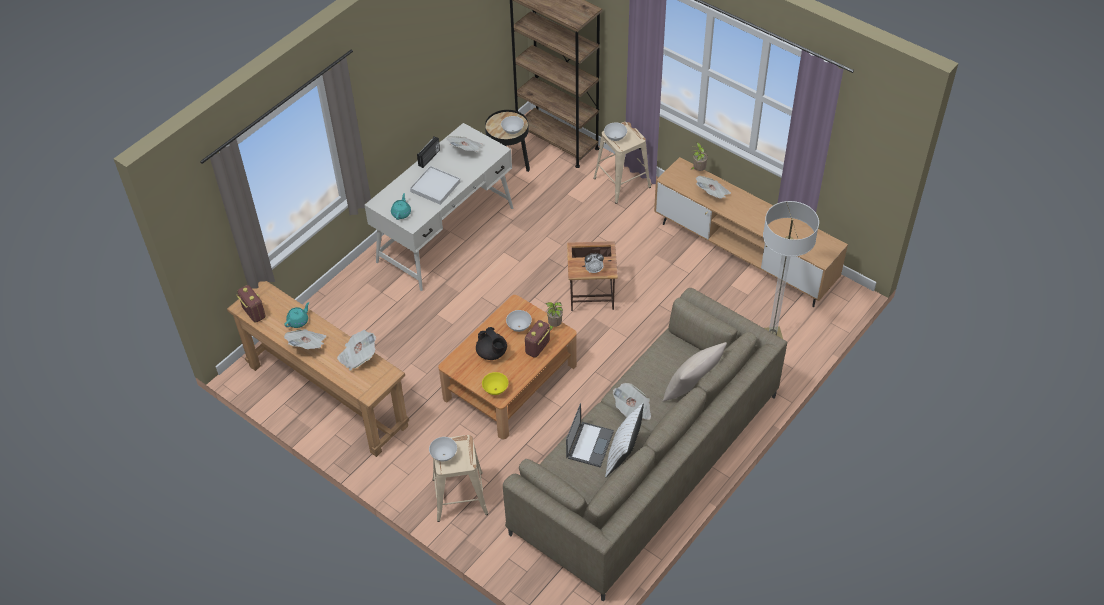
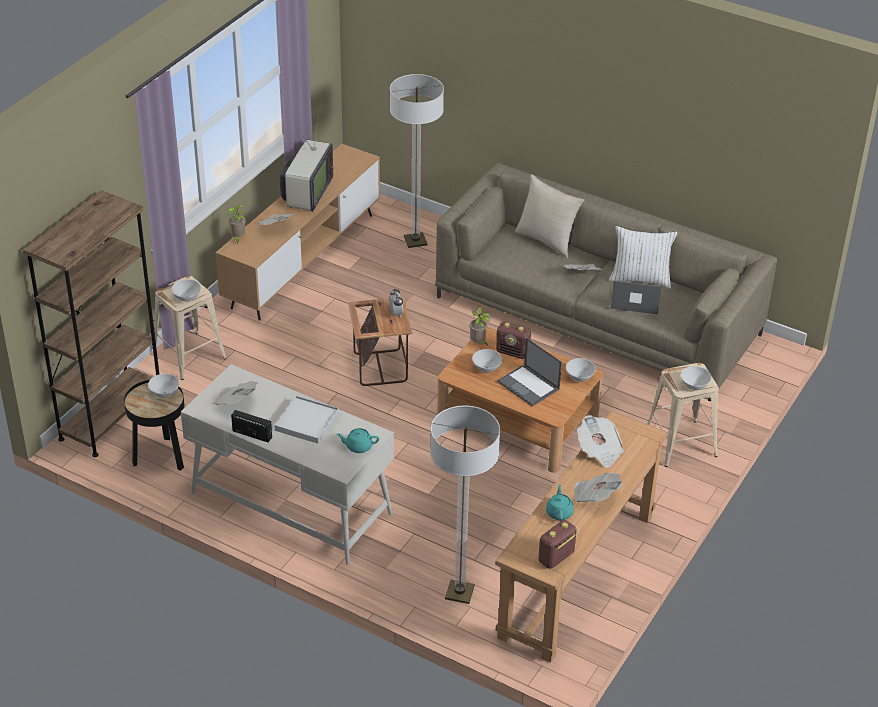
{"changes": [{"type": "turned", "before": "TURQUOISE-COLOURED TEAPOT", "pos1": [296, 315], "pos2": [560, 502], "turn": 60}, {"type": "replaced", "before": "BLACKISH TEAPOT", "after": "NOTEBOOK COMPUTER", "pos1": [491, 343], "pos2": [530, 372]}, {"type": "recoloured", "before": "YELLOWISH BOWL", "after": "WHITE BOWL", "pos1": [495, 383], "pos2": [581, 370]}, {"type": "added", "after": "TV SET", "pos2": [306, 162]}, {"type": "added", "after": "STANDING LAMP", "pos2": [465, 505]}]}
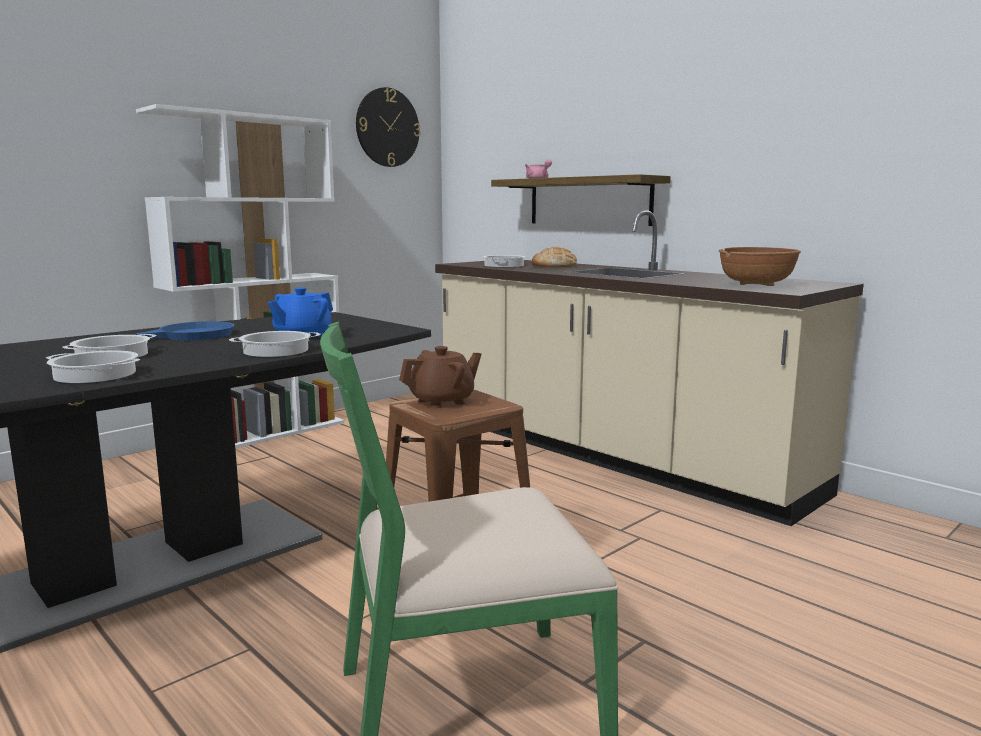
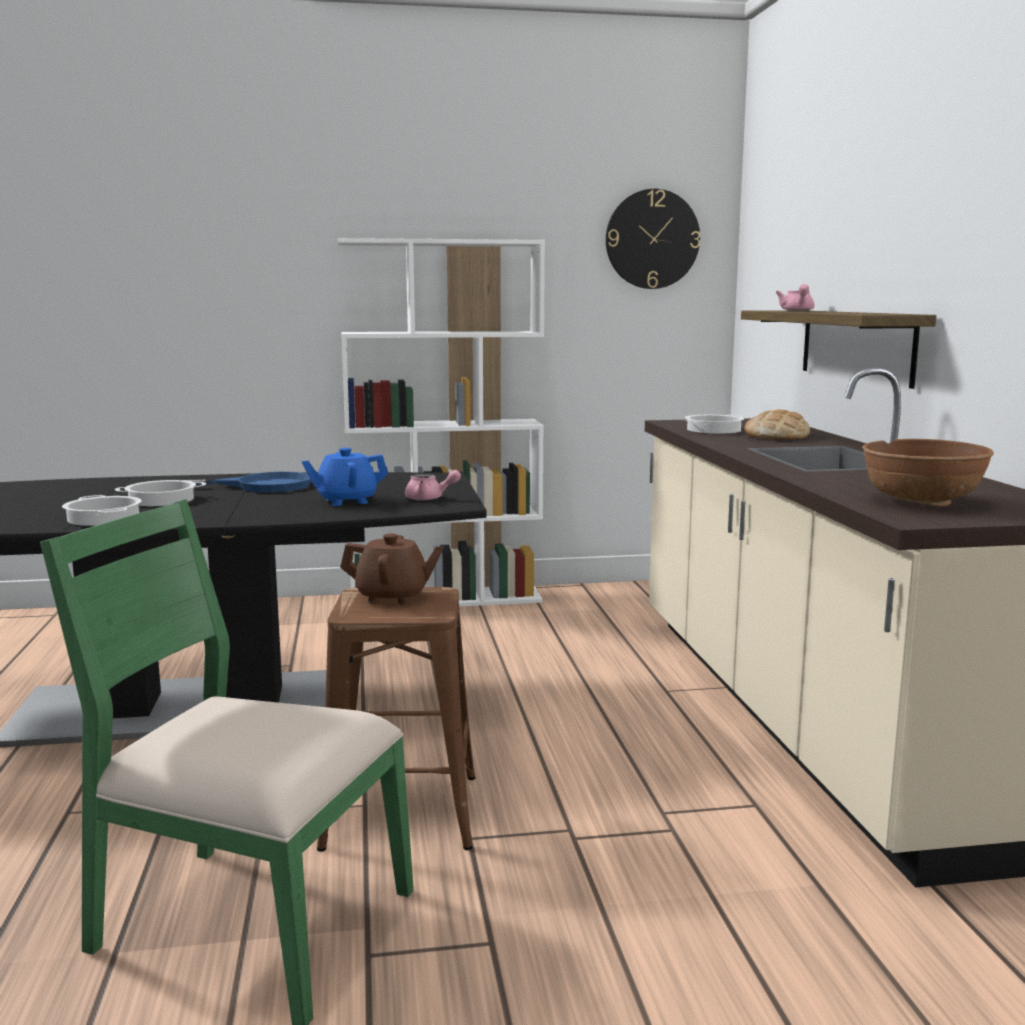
{"changes": [{"type": "removed", "before": "COOKING POT", "pos1": [275, 344]}, {"type": "added", "after": "PINK-COLOURED TEAPOT", "pos2": [433, 485]}]}
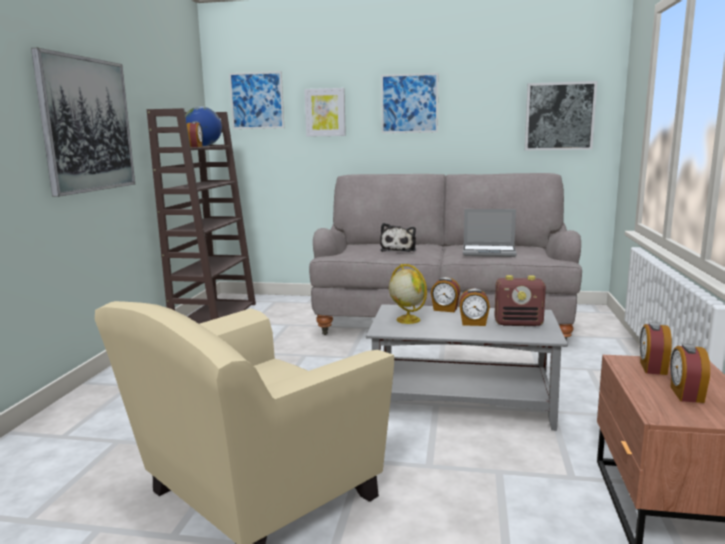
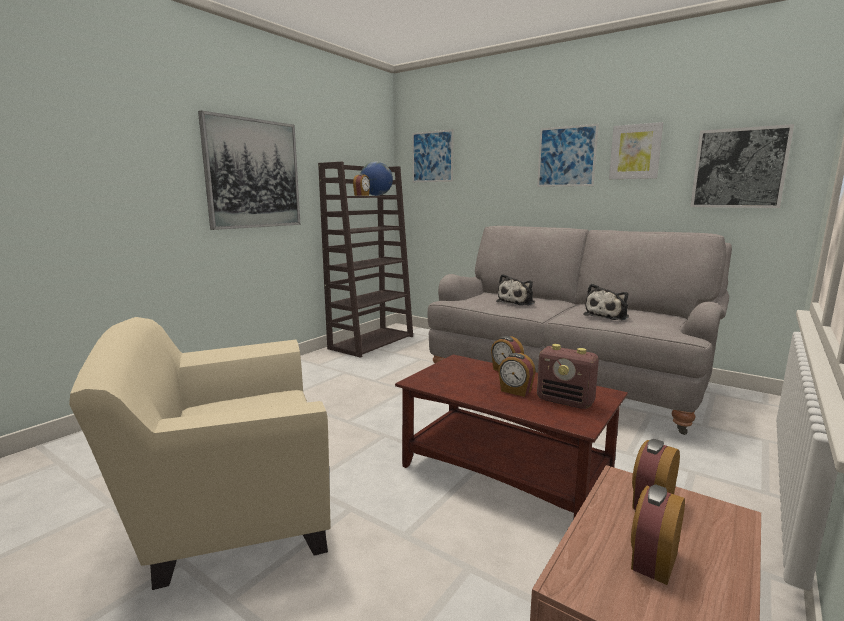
{"changes": [{"type": "moved", "before": "PICTURE", "pos1": [325, 112], "pos2": [636, 150]}, {"type": "replaced", "before": "NOTEBOOK COMPUTER", "after": "SOFT TOY", "pos1": [490, 233], "pos2": [606, 302]}, {"type": "removed", "before": "DESK GLOBE", "pos1": [408, 294]}, {"type": "recoloured", "before": "GREY LOW TABLE", "after": "BROWN-COLOURED LOW TABLE", "pos1": [467, 367], "pos2": [511, 436]}]}
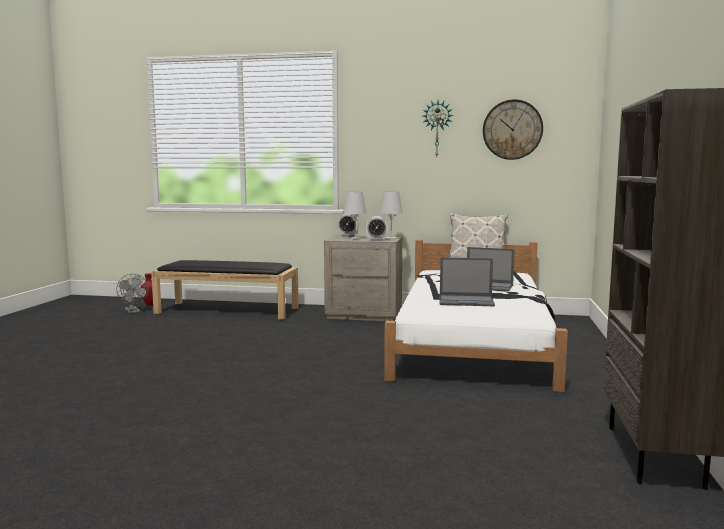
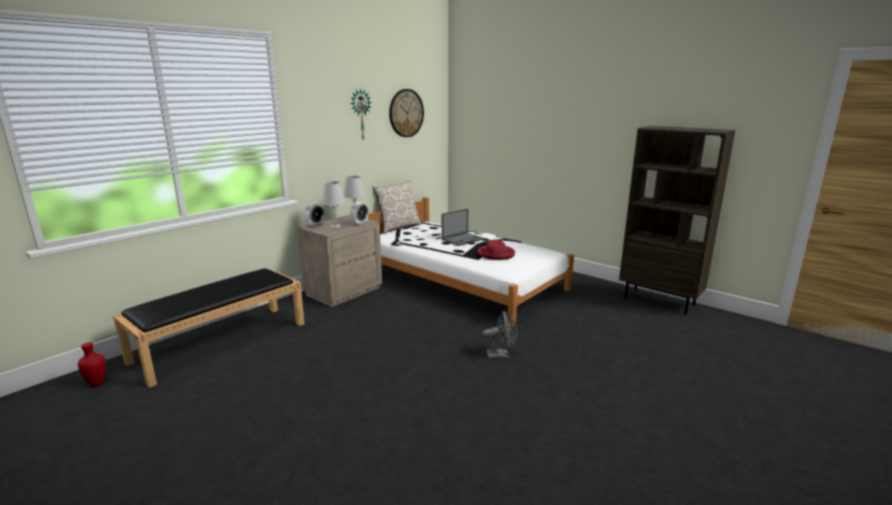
{"changes": [{"type": "replaced", "before": "NOTEBOOK COMPUTER", "after": "REDDISH WEARABLE HAT", "pos1": [467, 281], "pos2": [496, 250]}, {"type": "moved", "before": "GREY COOLING FAN", "pos1": [132, 293], "pos2": [500, 335]}]}
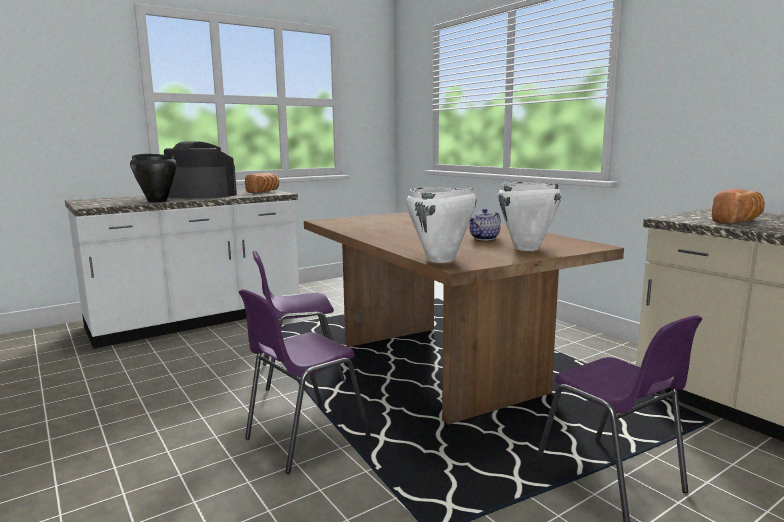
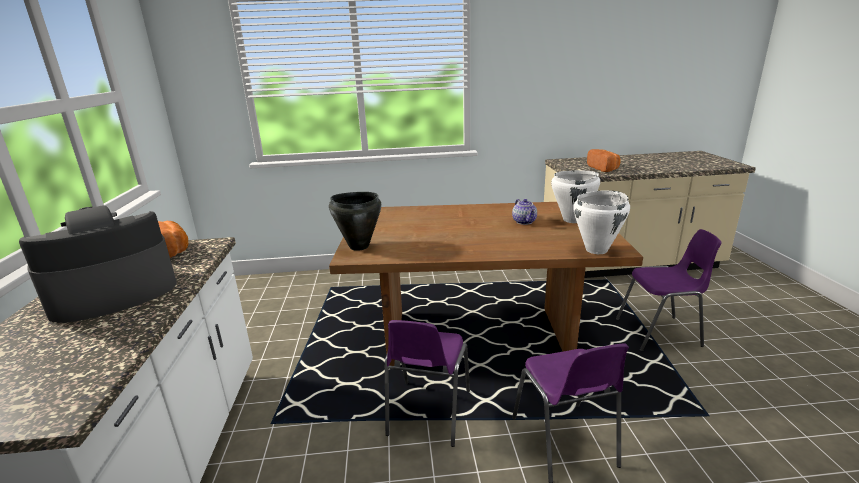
{"changes": [{"type": "moved", "before": "BLACKISH COOKING POT", "pos1": [153, 178], "pos2": [355, 221]}]}
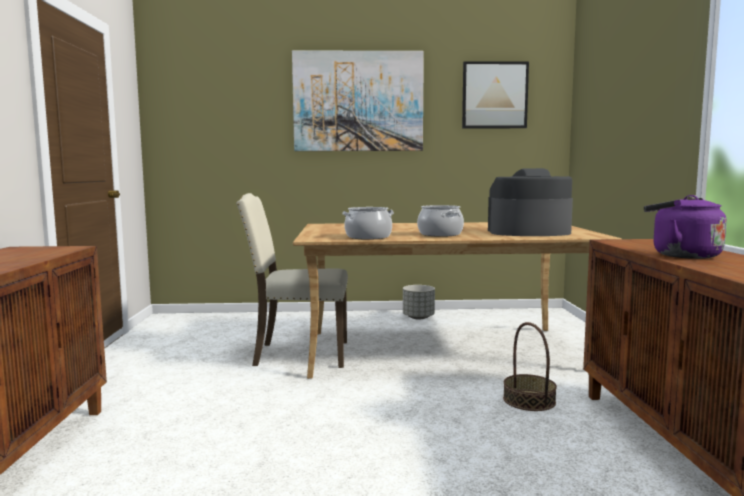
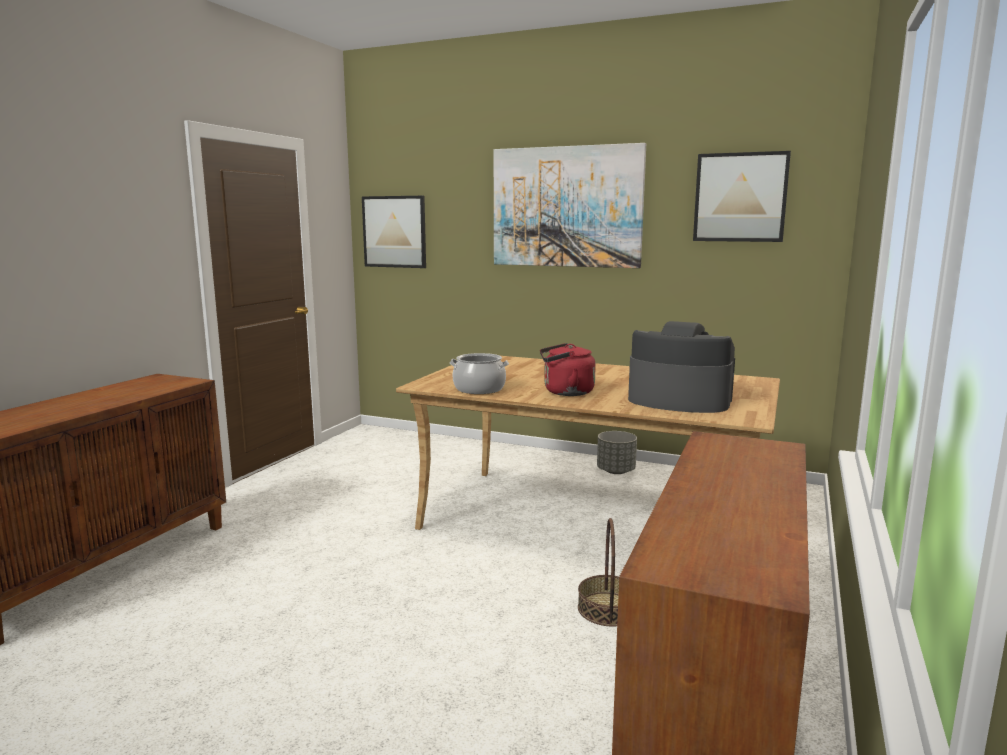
{"changes": [{"type": "removed", "before": "BEIGE-COLOURED UPRIGHT CHAIR", "pos1": [292, 280]}, {"type": "removed", "before": "PURPLE WATER KETTLE", "pos1": [685, 227]}, {"type": "replaced", "before": "COOKING POT", "after": "REDDISH WATER KETTLE", "pos1": [440, 221], "pos2": [568, 369]}, {"type": "added", "after": "PICTURE", "pos2": [394, 232]}]}
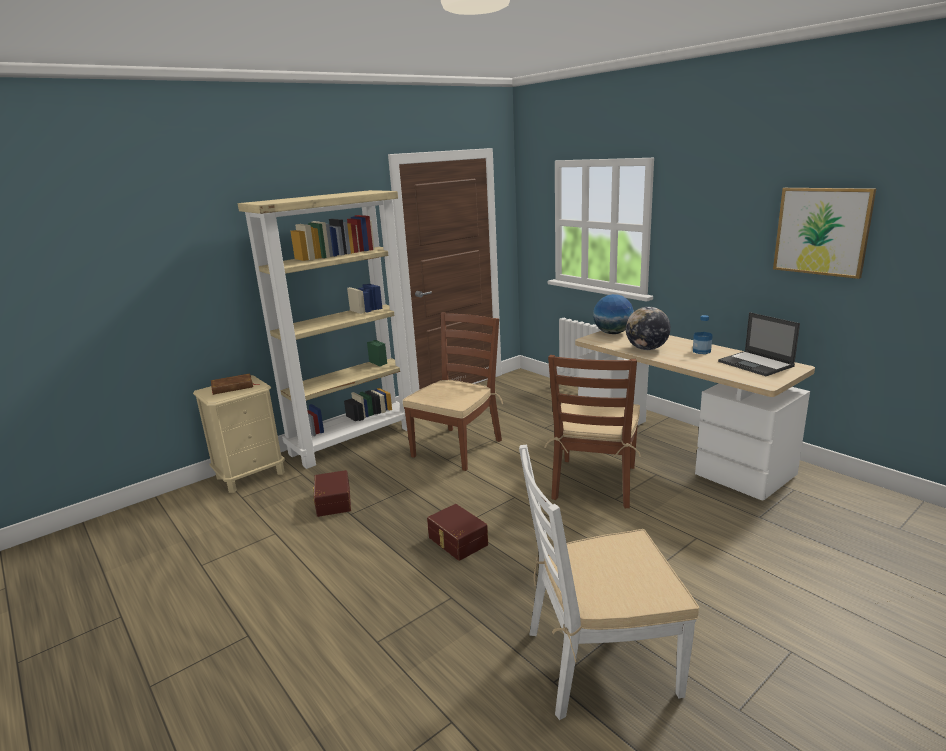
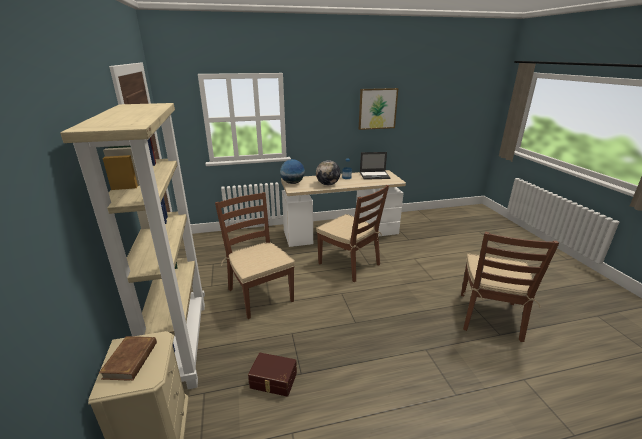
{"changes": [{"type": "recoloured", "before": "WHITE UPRIGHT CHAIR", "after": "BROWN-COLOURED UPRIGHT CHAIR", "pos1": [609, 582], "pos2": [510, 287]}, {"type": "removed", "before": "BROWN-COLOURED STORAGE BOX", "pos1": [457, 532]}]}
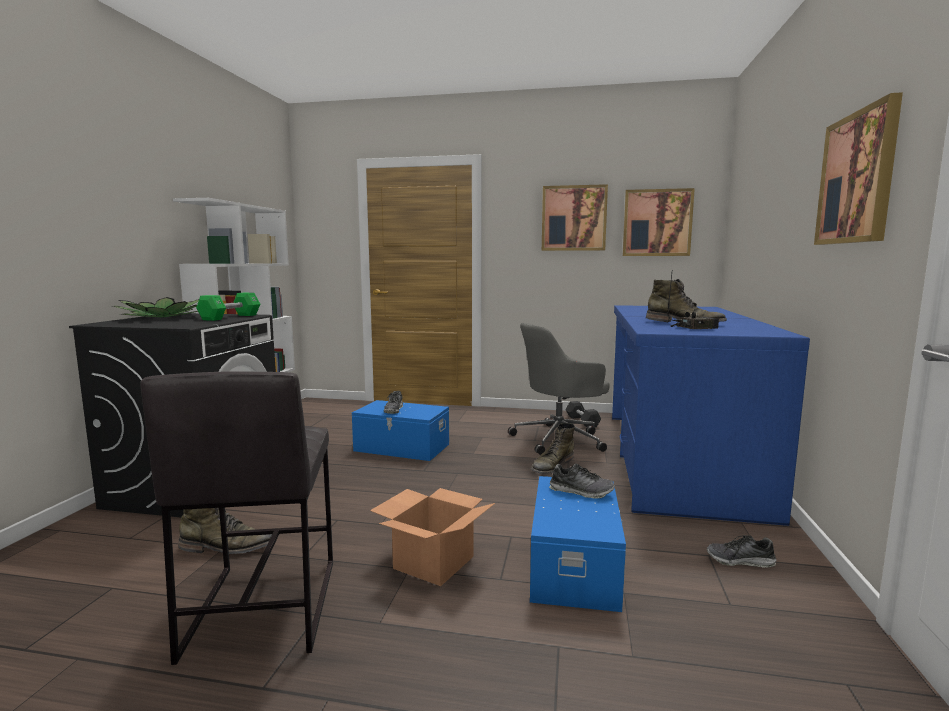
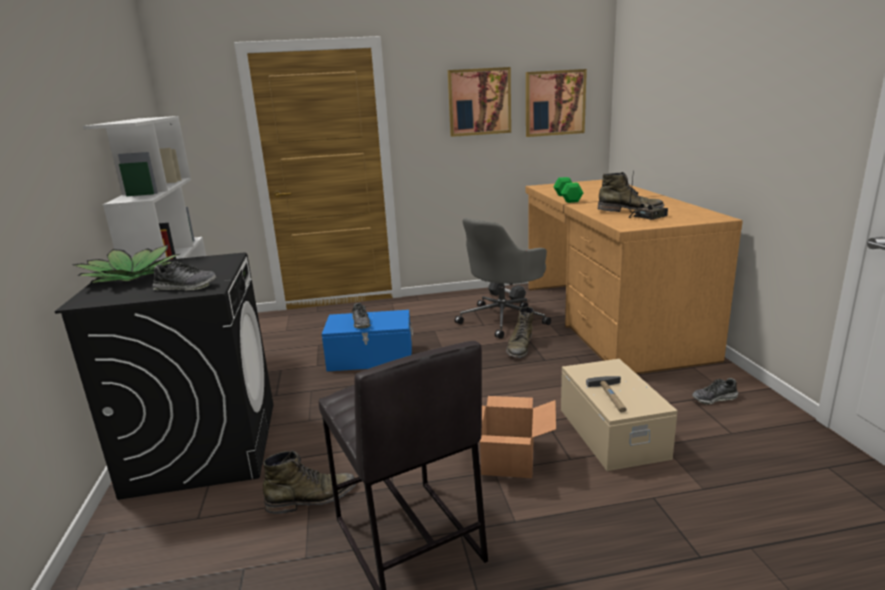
{"changes": [{"type": "removed", "before": "PICTURE", "pos1": [858, 168]}, {"type": "moved", "before": "GREENISH DUMBBELL", "pos1": [228, 307], "pos2": [568, 190]}, {"type": "recoloured", "before": "BLUE DESK TABLE", "after": "BROWN-COLOURED DESK TABLE", "pos1": [711, 415], "pos2": [634, 277]}, {"type": "moved", "before": "LOW SHOE", "pos1": [582, 481], "pos2": [184, 276]}, {"type": "recoloured", "before": "BLUE STORAGE BOX", "after": "BEIGE-COLOURED STORAGE BOX", "pos1": [578, 544], "pos2": [619, 415]}, {"type": "added", "after": "TOOL HAMMER", "pos2": [606, 394]}]}
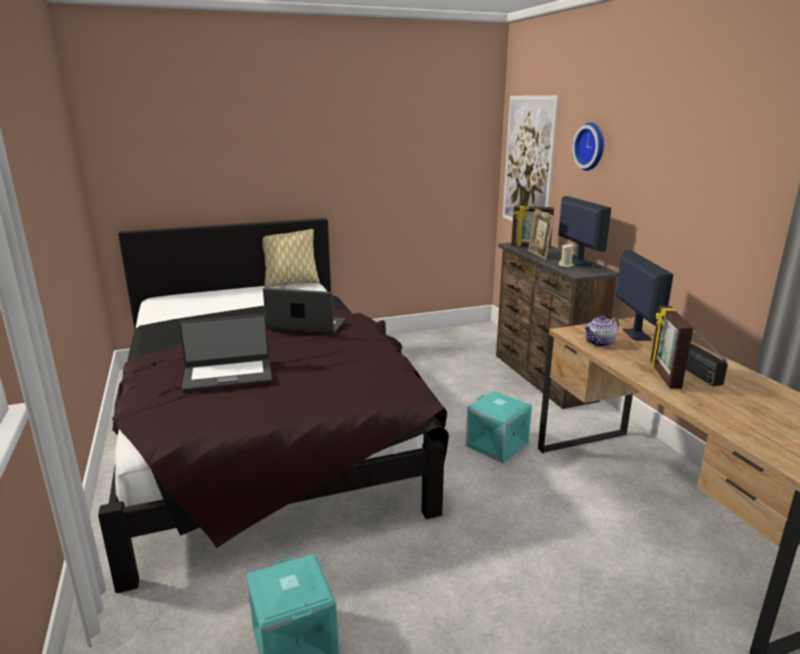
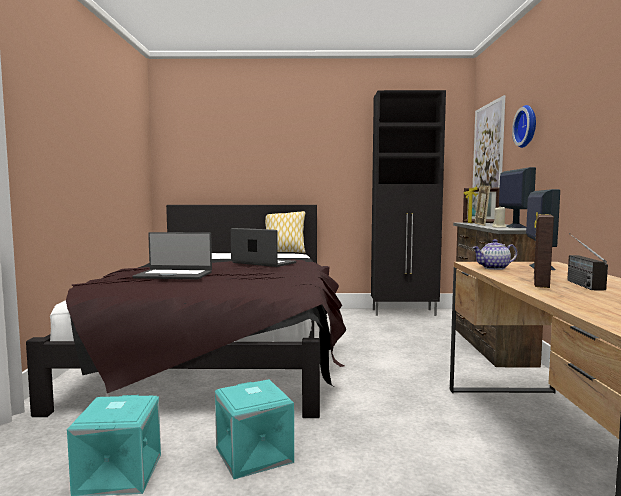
{"changes": [{"type": "moved", "before": "TURQUOISE-COLOURED STORAGE BOX", "pos1": [499, 427], "pos2": [254, 429]}, {"type": "added", "after": "BLACKISH STORAGE CABINET", "pos2": [408, 203]}]}
